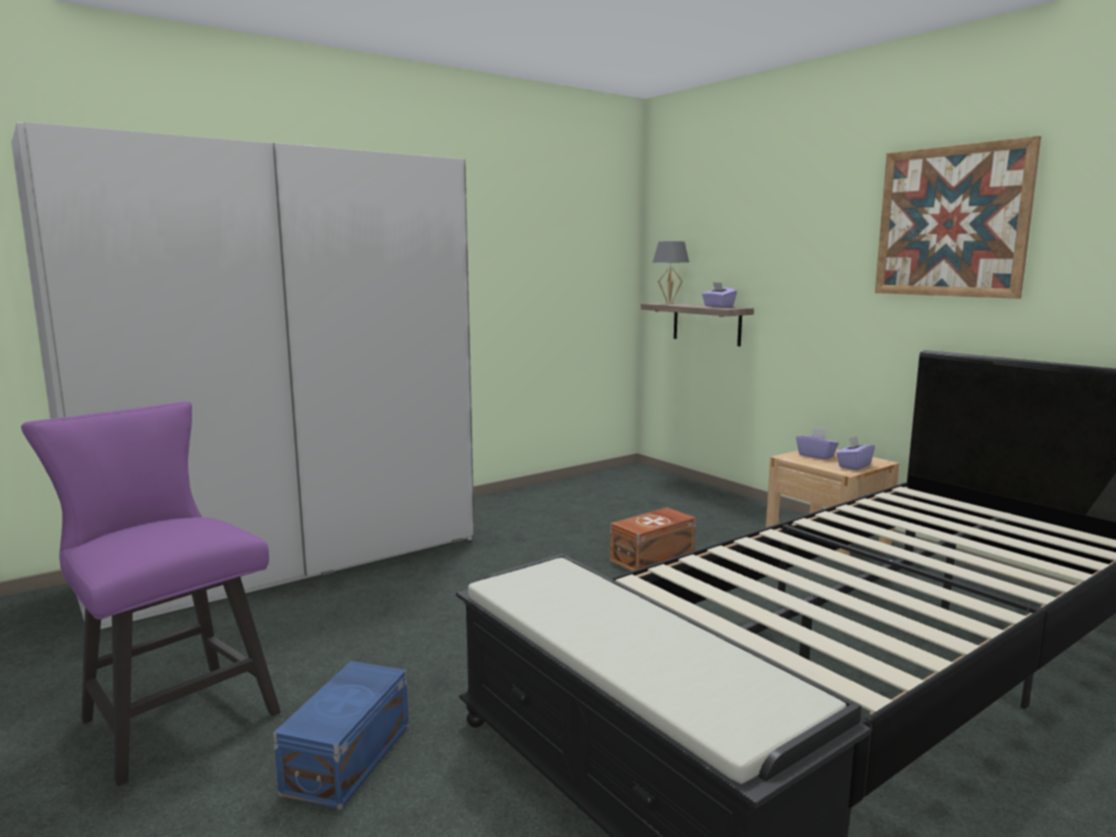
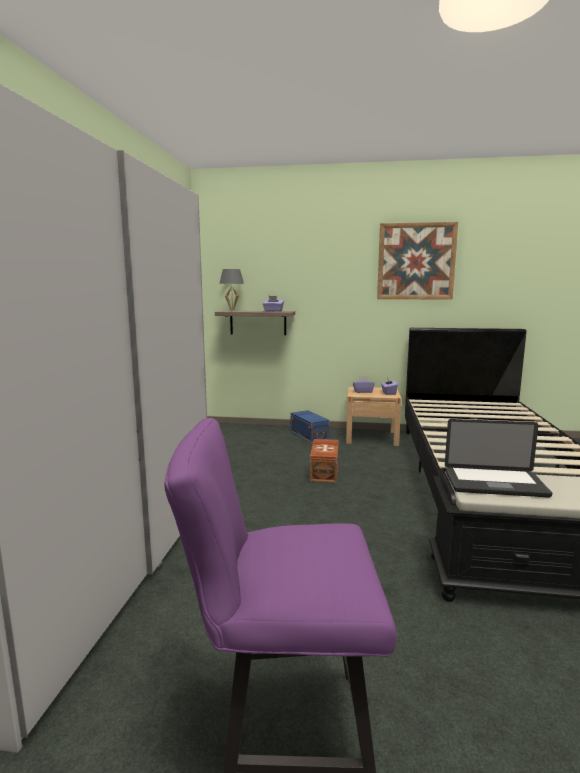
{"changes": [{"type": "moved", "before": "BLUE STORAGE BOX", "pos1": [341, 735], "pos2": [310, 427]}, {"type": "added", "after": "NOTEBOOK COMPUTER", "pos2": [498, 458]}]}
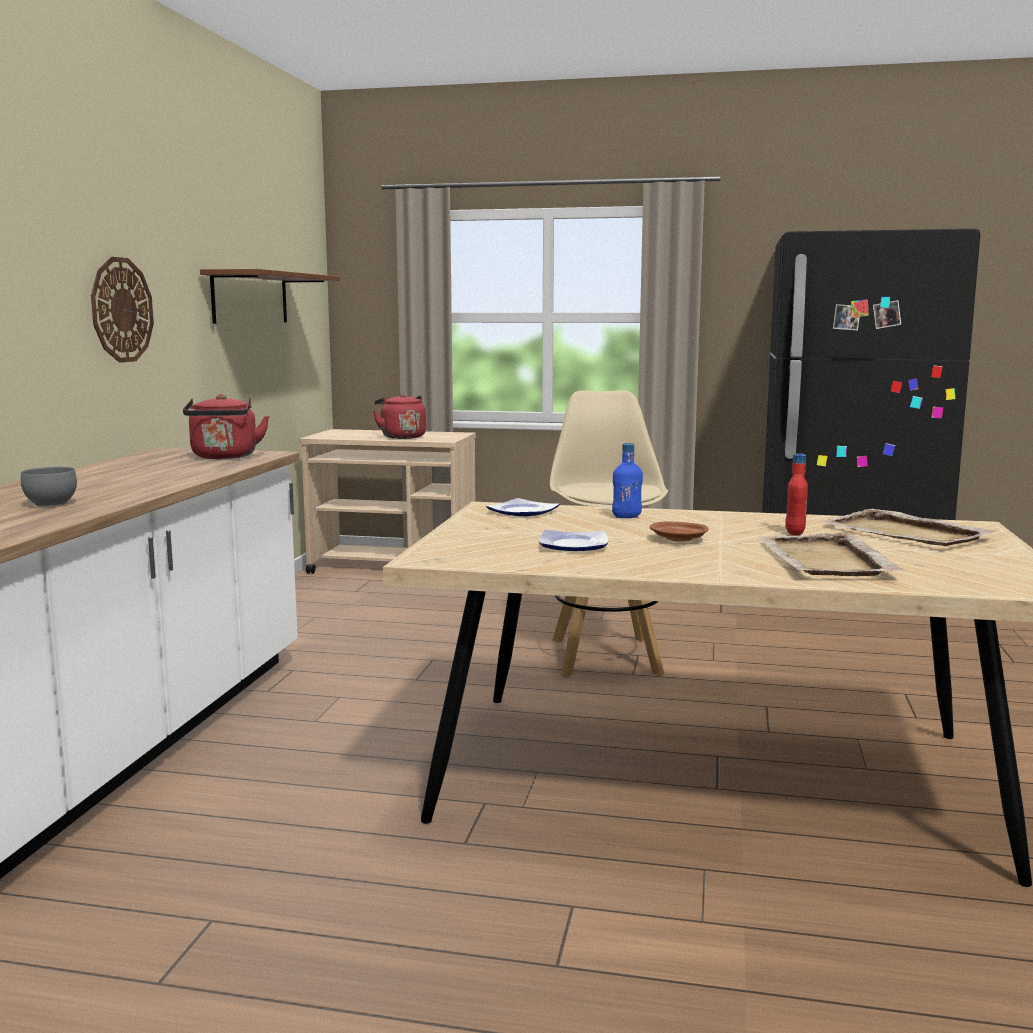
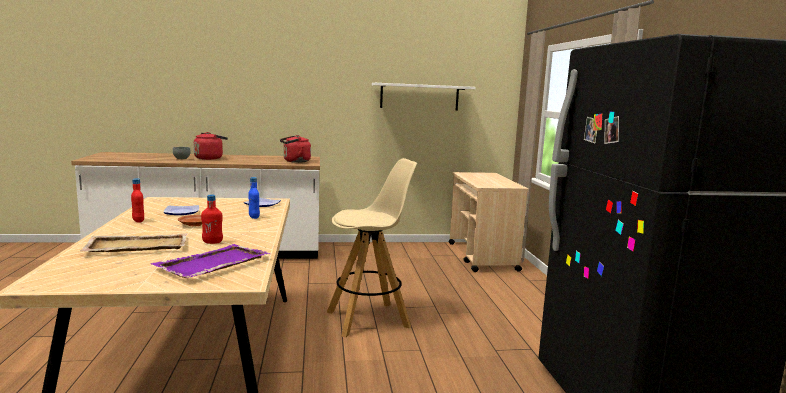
{"changes": [{"type": "removed", "before": "HANGING CLOCK", "pos1": [122, 310]}, {"type": "recoloured", "before": "BROWN-COLOURED SHELF", "after": "WHITE SHELF", "pos1": [270, 296], "pos2": [424, 97]}, {"type": "moved", "before": "REDDISH WATER KETTLE", "pos1": [399, 416], "pos2": [211, 146]}, {"type": "recoloured", "before": "BEIGE-COLOURED SERVING TRAY", "after": "PURPLE SERVING TRAY", "pos1": [907, 527], "pos2": [210, 261]}, {"type": "added", "after": "REDDISH DRINK BOTTLE", "pos2": [137, 200]}]}
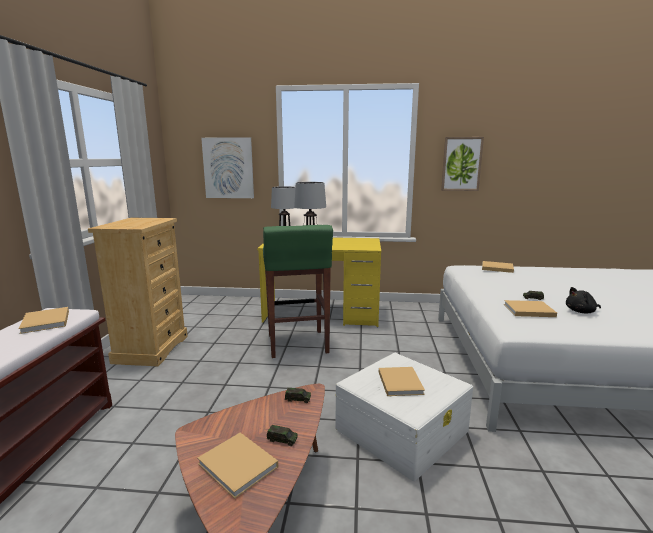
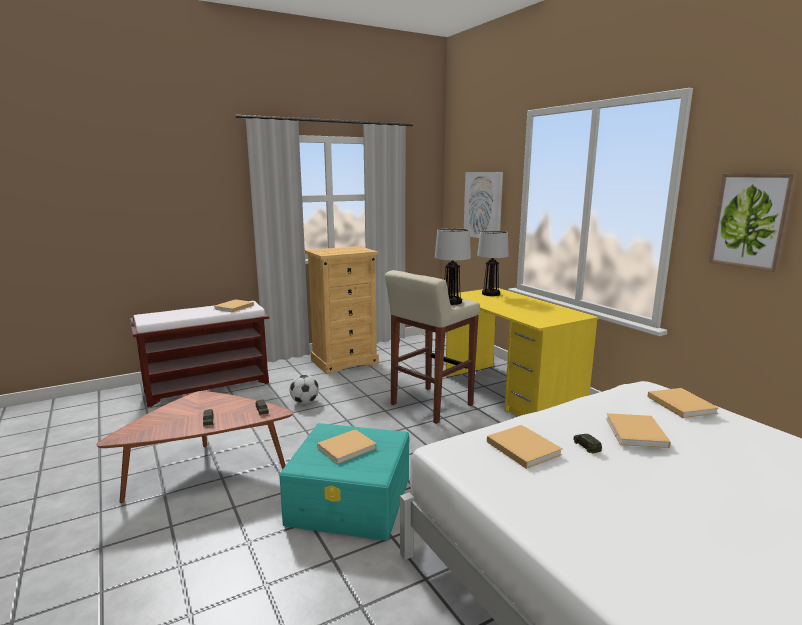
{"changes": [{"type": "recoloured", "before": "GREENISH STOOL SEAT", "after": "BEIGE-COLOURED STOOL SEAT", "pos1": [298, 291], "pos2": [432, 347]}, {"type": "removed", "before": "BLACKISH SOFT TOY", "pos1": [583, 300]}, {"type": "recoloured", "before": "WHITE STORAGE BOX", "after": "TURQUOISE-COLOURED STORAGE BOX", "pos1": [404, 417], "pos2": [344, 482]}, {"type": "moved", "before": "BEIGE-COLOURED BOOK", "pos1": [237, 466], "pos2": [638, 430]}, {"type": "added", "after": "FOOTBALL", "pos2": [304, 389]}]}
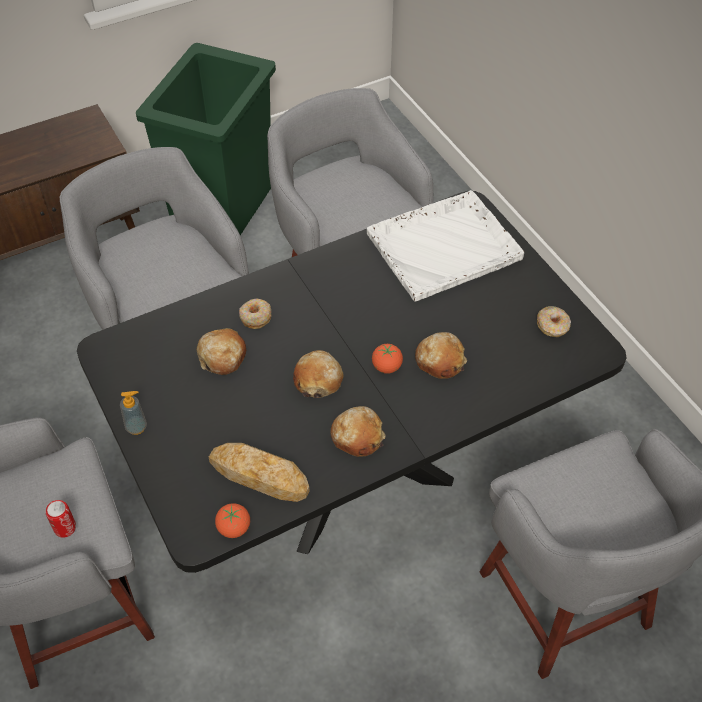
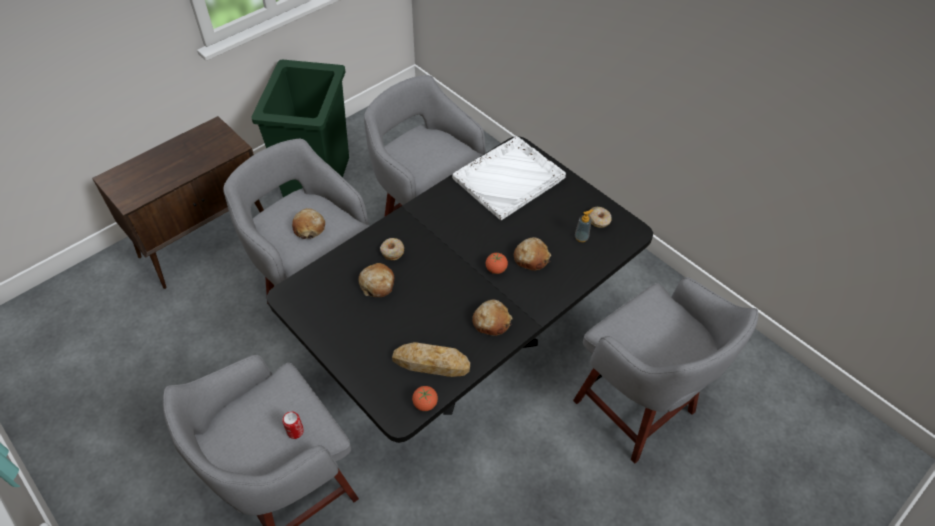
{"changes": [{"type": "moved", "before": "BREAD", "pos1": [318, 374], "pos2": [308, 223]}, {"type": "moved", "before": "SOAP BOTTLE", "pos1": [133, 413], "pos2": [584, 226]}]}
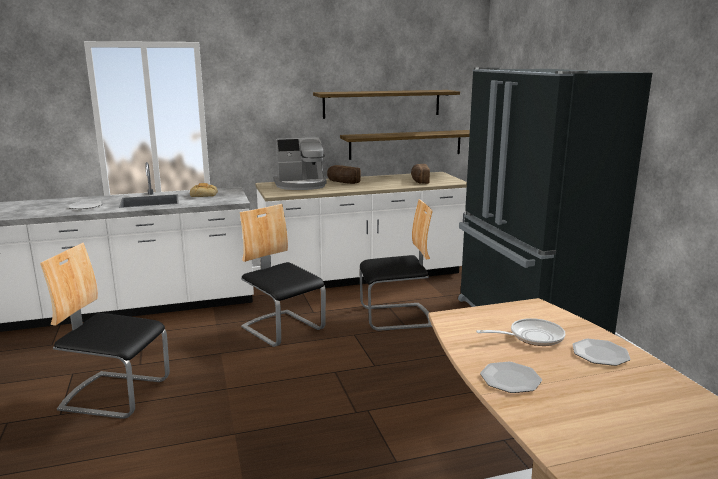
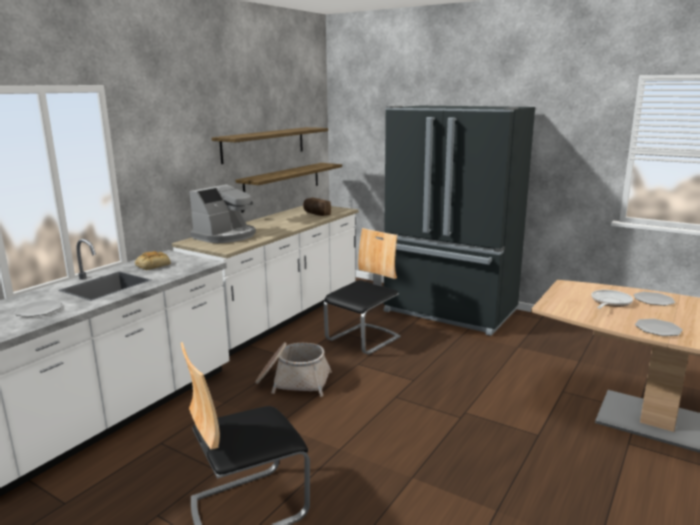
{"changes": [{"type": "removed", "before": "BREAD", "pos1": [344, 174]}, {"type": "replaced", "before": "UPRIGHT CHAIR", "after": "HOUSEHOLD BASKET", "pos1": [283, 275], "pos2": [293, 369]}]}
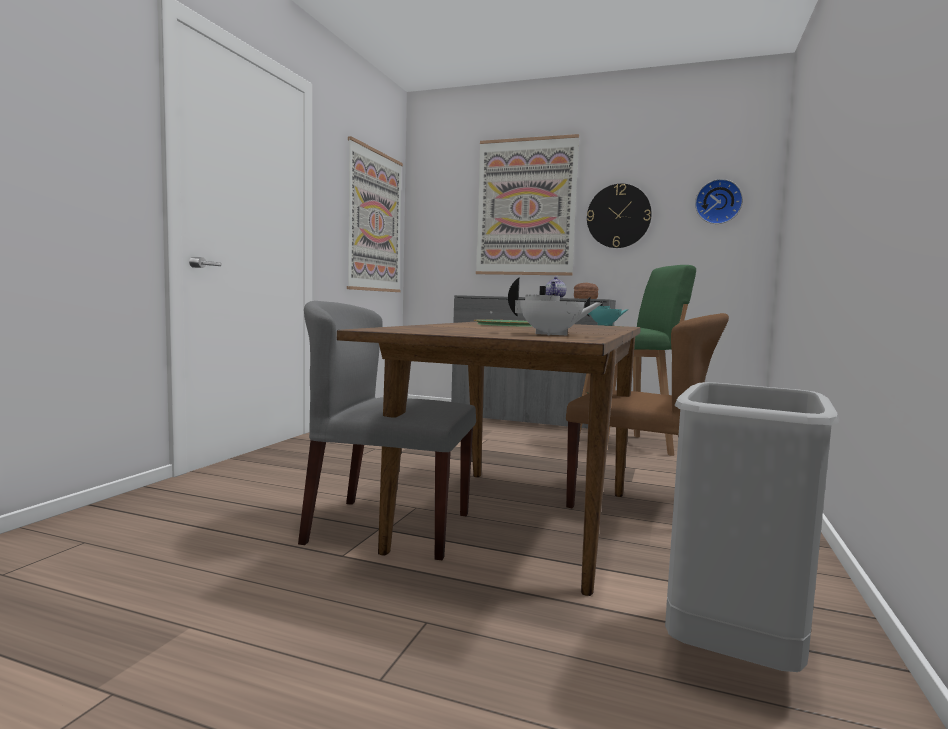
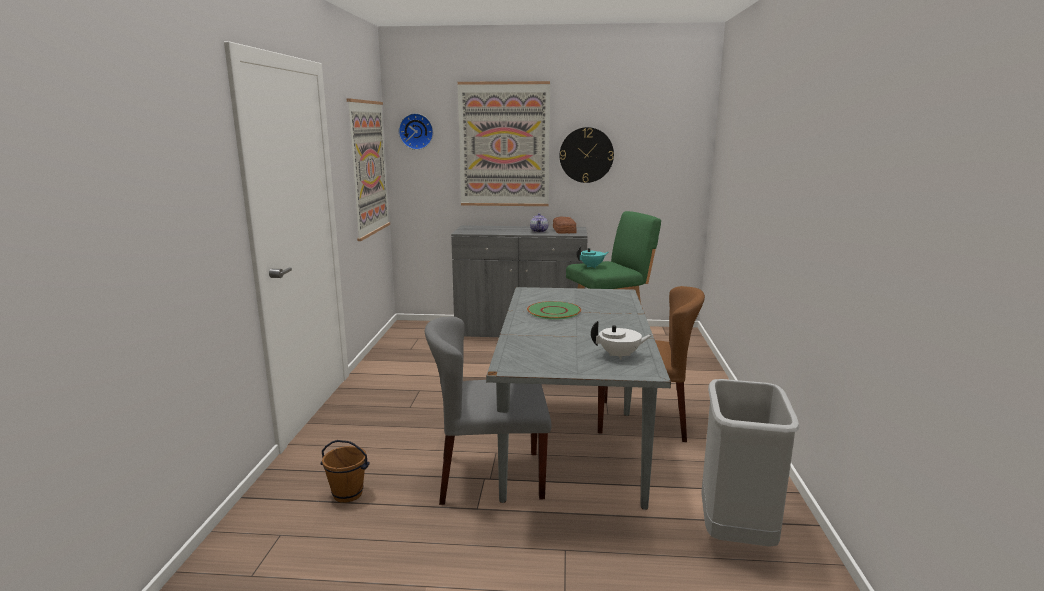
{"changes": [{"type": "moved", "before": "HANGING CLOCK", "pos1": [719, 201], "pos2": [416, 131]}, {"type": "recoloured", "before": "BROWN-COLOURED DINNER TABLE", "after": "GREY DINNER TABLE", "pos1": [489, 459], "pos2": [578, 398]}, {"type": "added", "after": "BROWN-COLOURED PAIL", "pos2": [345, 471]}]}
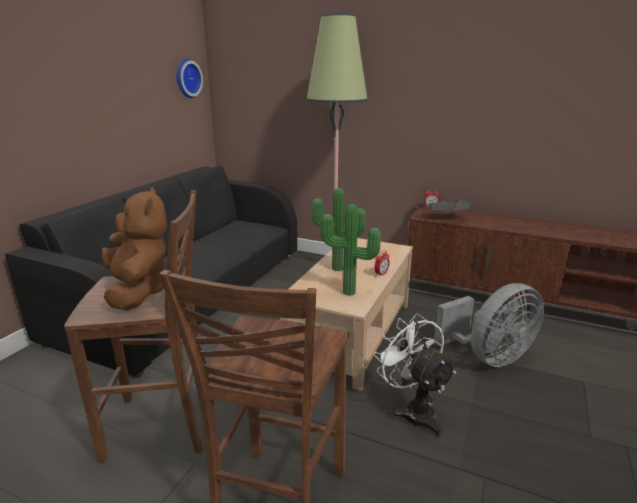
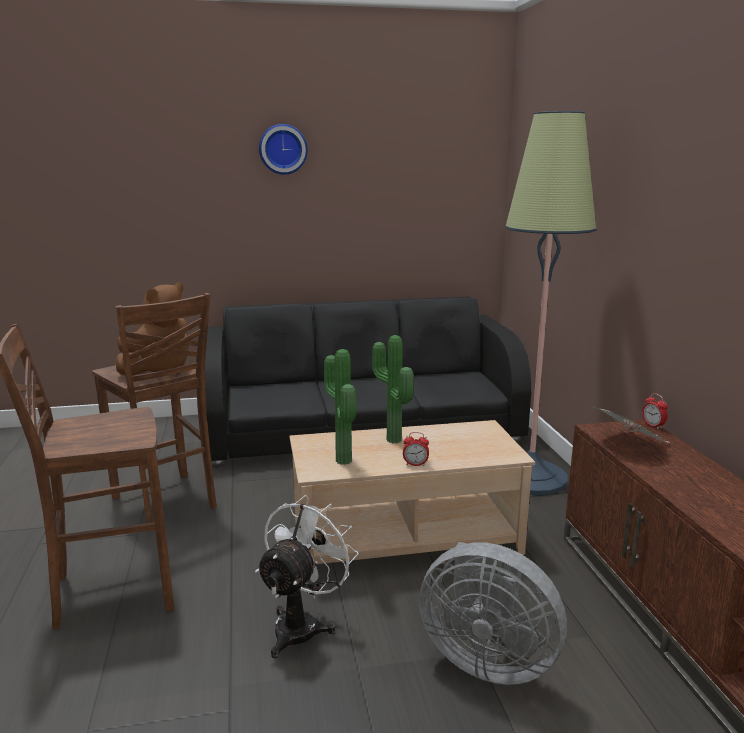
{"changes": [{"type": "moved", "before": "HANGING CLOCK", "pos1": [189, 78], "pos2": [283, 149]}]}
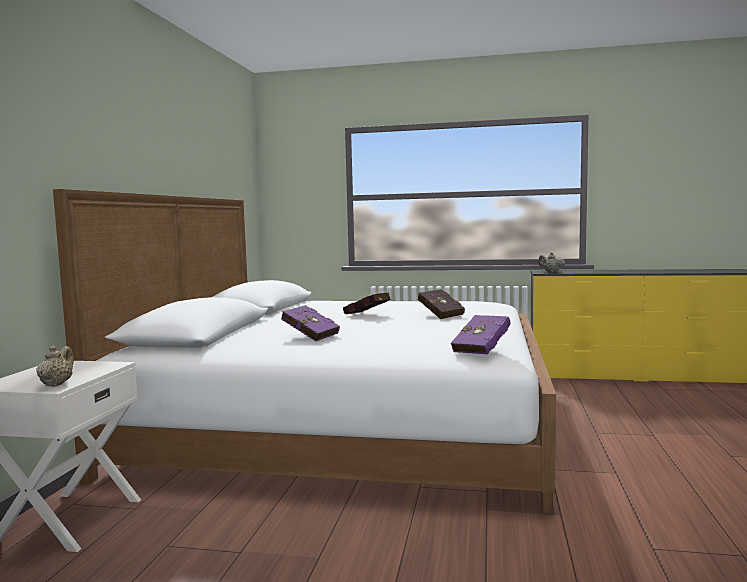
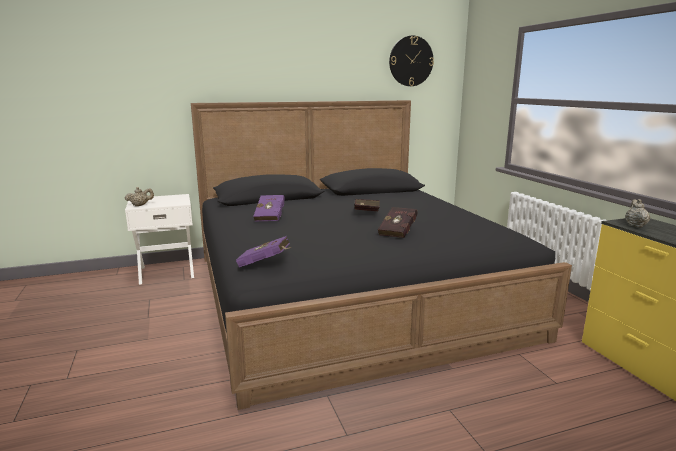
{"changes": [{"type": "recoloured", "before": "WHITE BEDROOM BED", "after": "BLACKISH BEDROOM BED", "pos1": [304, 351], "pos2": [381, 255]}, {"type": "added", "after": "HANGING CLOCK", "pos2": [411, 60]}]}
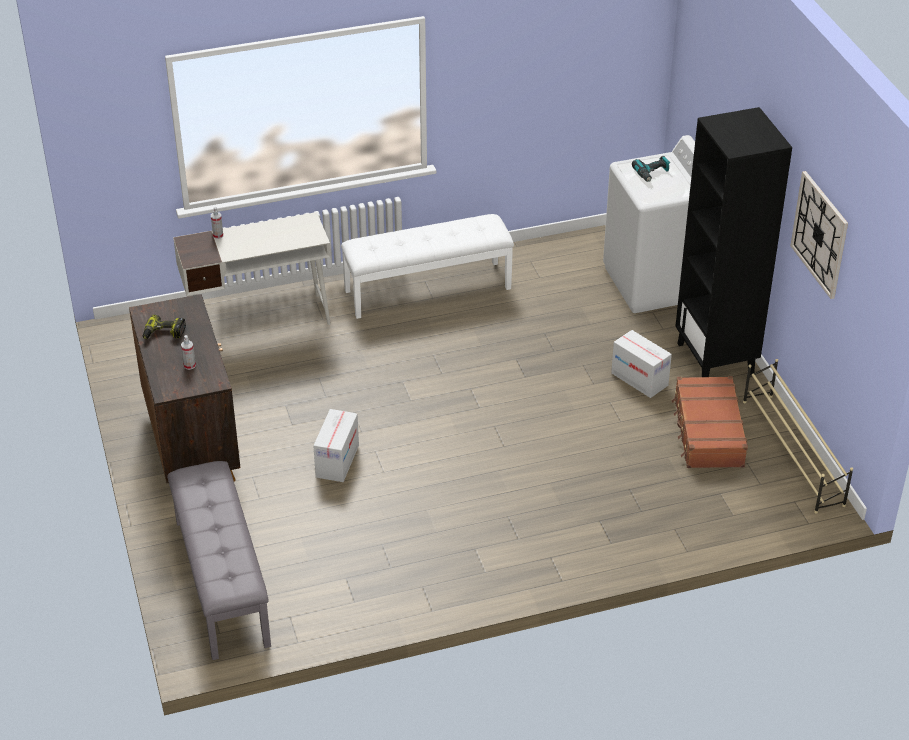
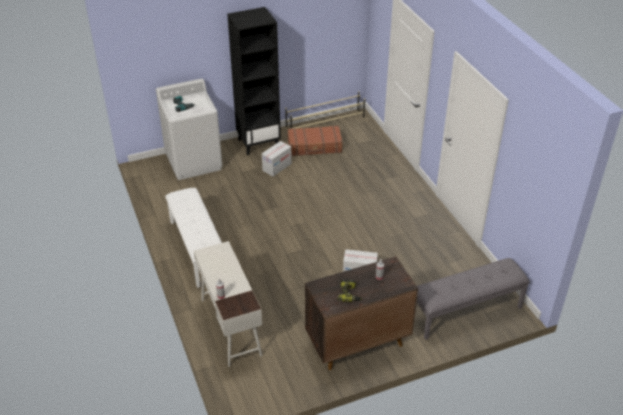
{"changes": [{"type": "removed", "before": "HANGING CLOCK", "pos1": [819, 235]}]}
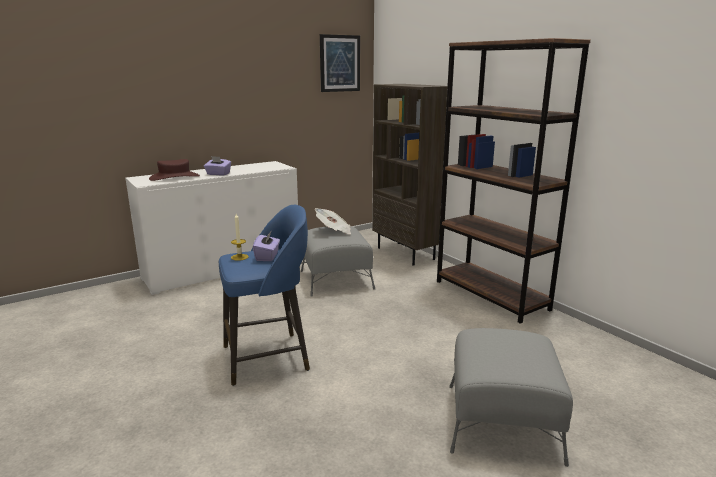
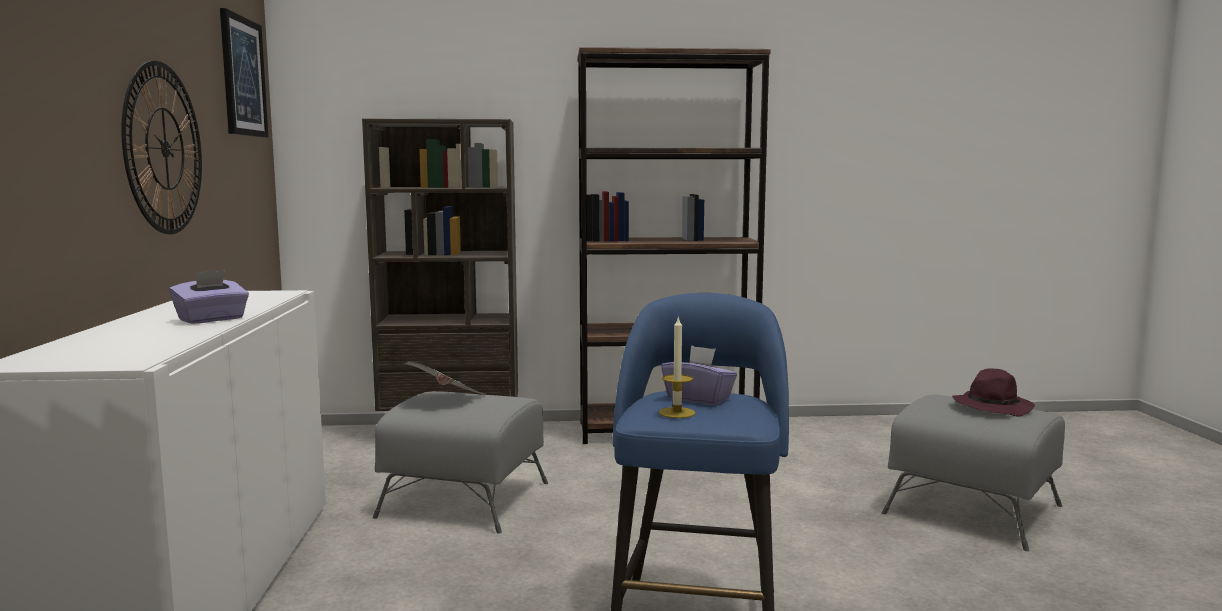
{"changes": [{"type": "removed", "before": "BROWN-COLOURED WEARABLE HAT", "pos1": [174, 170]}, {"type": "added", "after": "HANGING CLOCK", "pos2": [161, 147]}, {"type": "added", "after": "PURPLE WEARABLE HAT", "pos2": [993, 392]}]}
